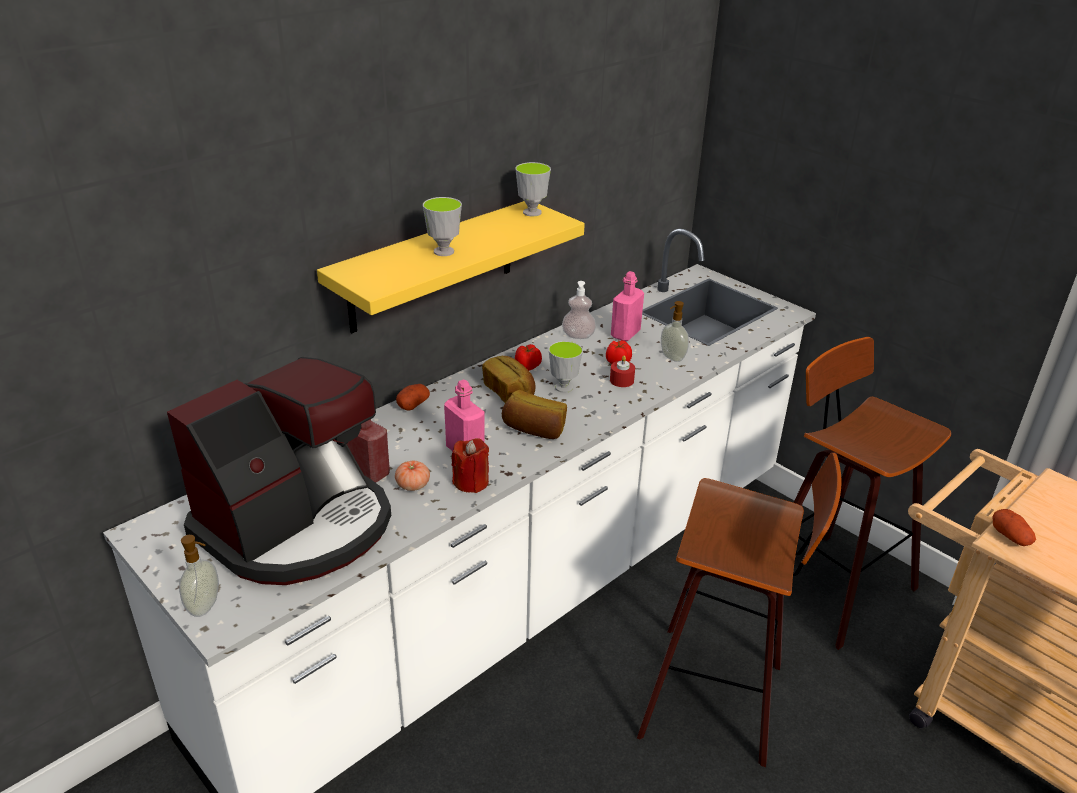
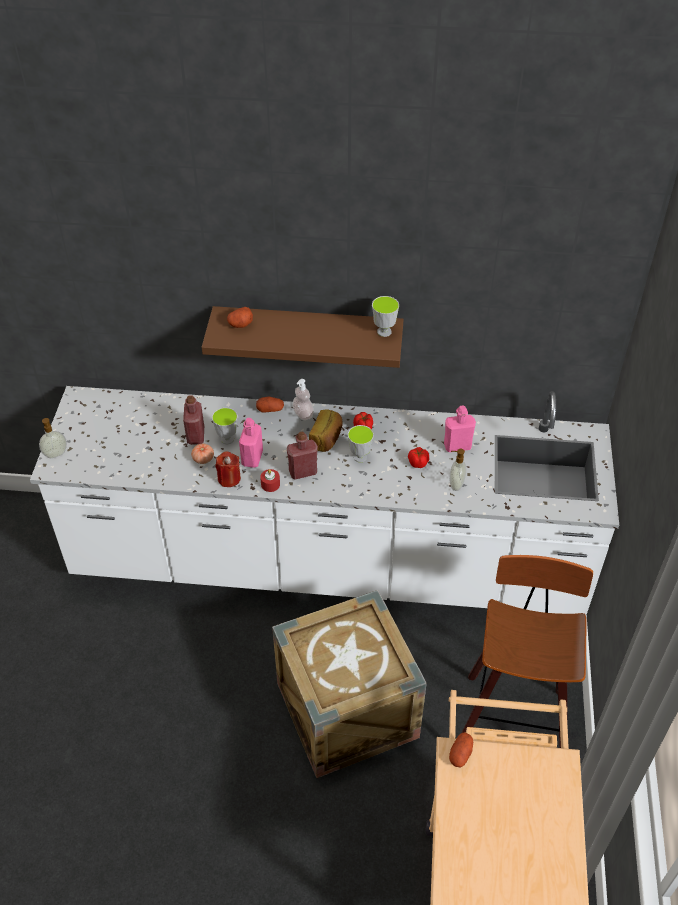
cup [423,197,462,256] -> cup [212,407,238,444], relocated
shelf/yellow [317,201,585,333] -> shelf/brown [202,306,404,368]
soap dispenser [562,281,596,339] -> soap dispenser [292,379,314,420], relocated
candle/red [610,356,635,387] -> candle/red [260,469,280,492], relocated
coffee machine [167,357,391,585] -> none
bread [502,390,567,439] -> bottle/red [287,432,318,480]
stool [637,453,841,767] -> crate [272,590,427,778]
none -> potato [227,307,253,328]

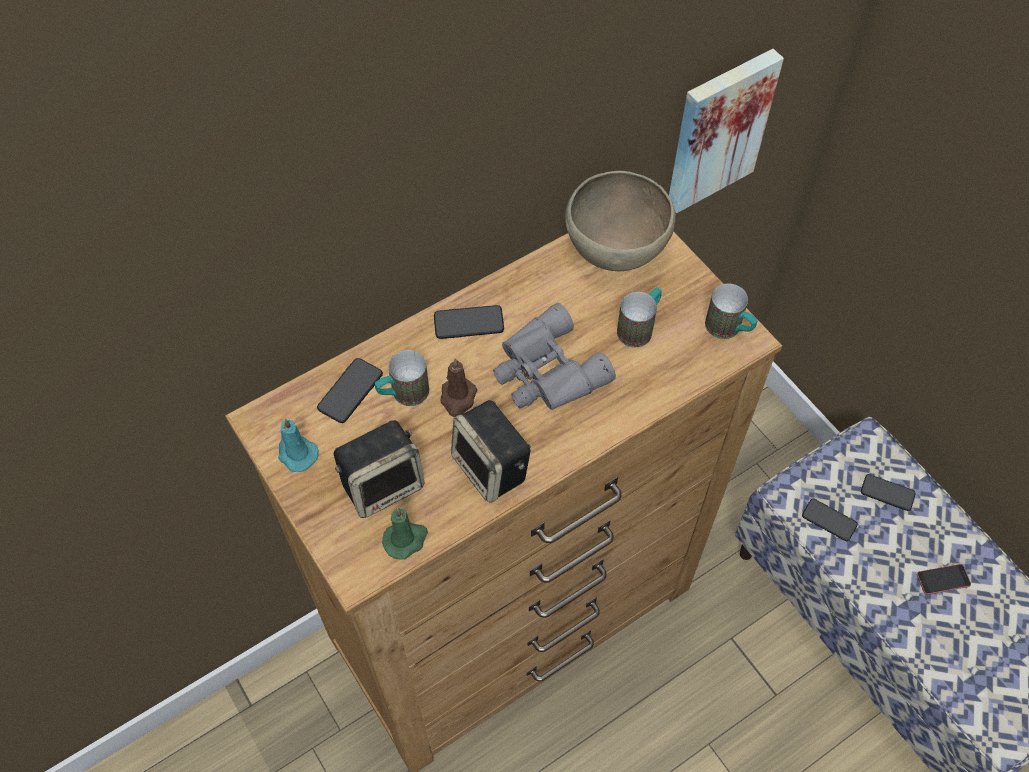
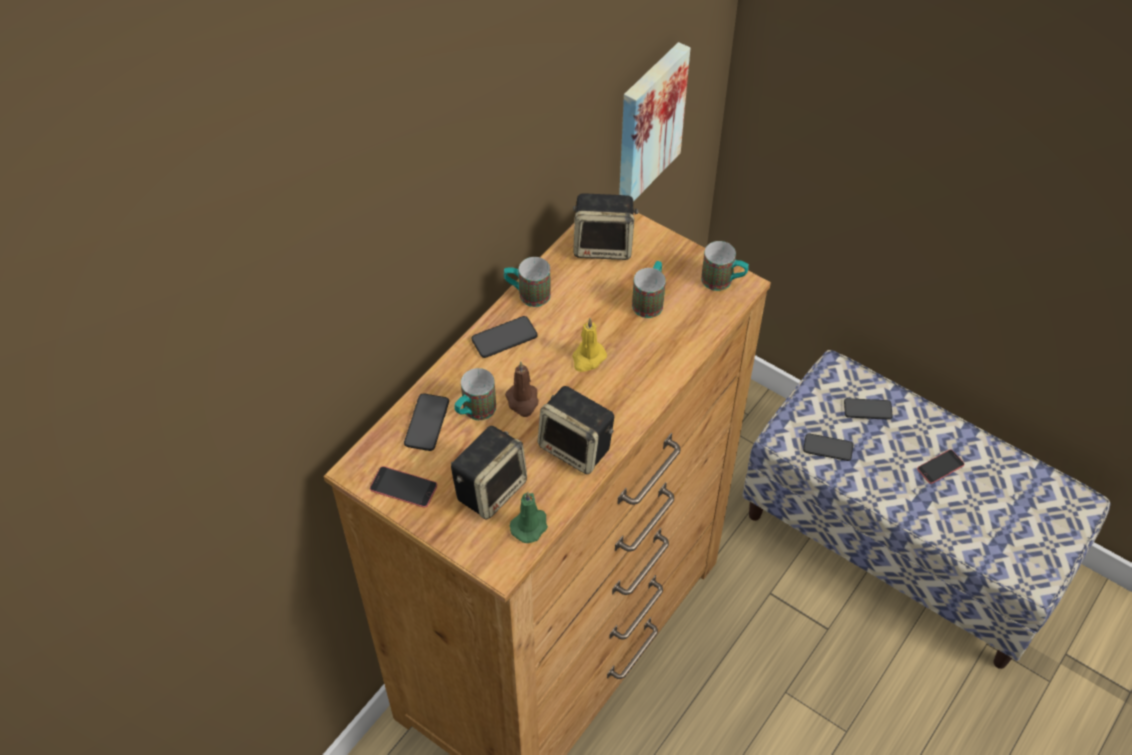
bowl/brown [565,171,676,271] -> speaker [573,193,639,260]
binoculars/grey [493,303,616,410] -> candle/yellow [572,318,607,372]
candle/turquoise [278,418,319,472] -> phone [370,466,437,508]
none -> mug [504,257,551,307]

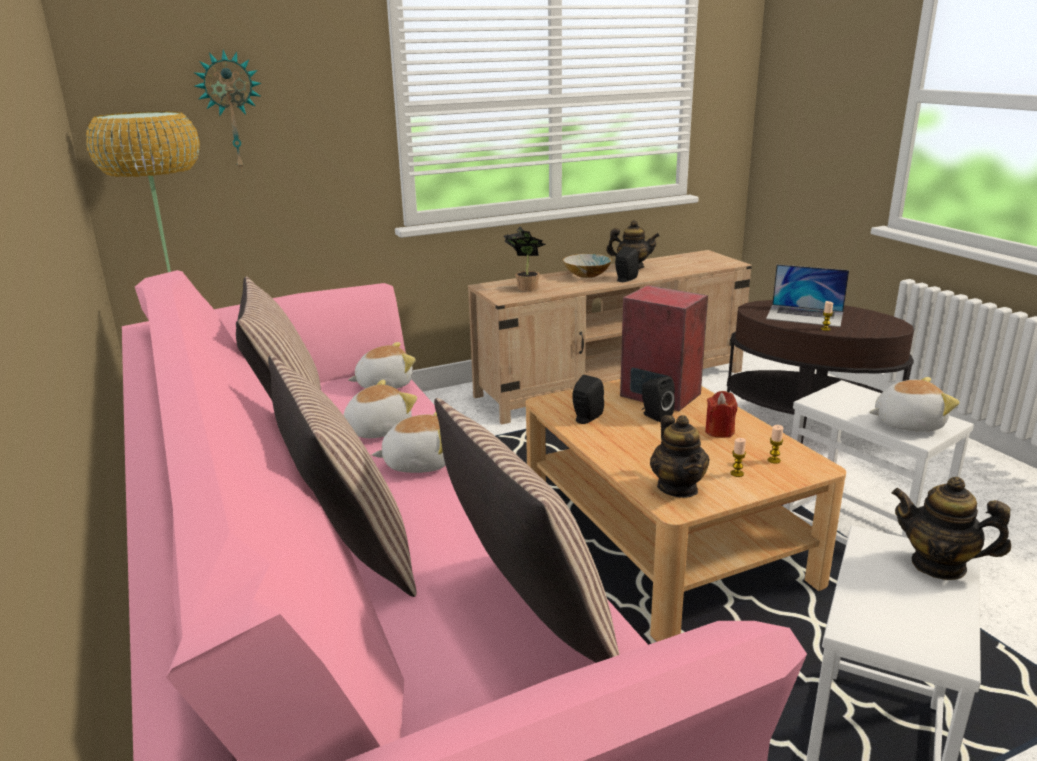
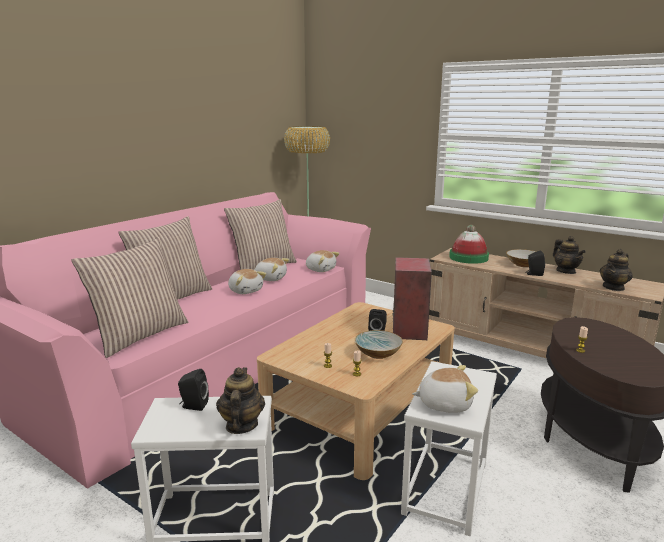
wall clock [194,49,262,172] -> none
potted plant [503,227,546,291] -> hat [449,225,489,264]
laptop [766,264,849,327] -> none
speaker/black [572,375,604,424] -> speaker/black [178,369,209,411], relocated
plush toy [869,377,960,431] -> plush toy [412,365,478,413], 60 degrees counterclockwise
candle/red [705,391,737,438] -> bowl [355,330,403,359]
teapot [650,415,710,498] -> teapot [600,249,633,291], relocated

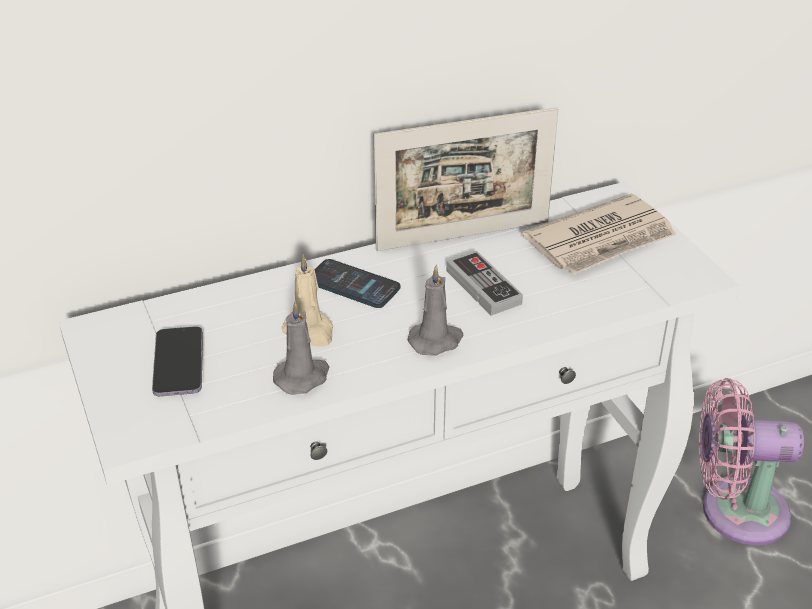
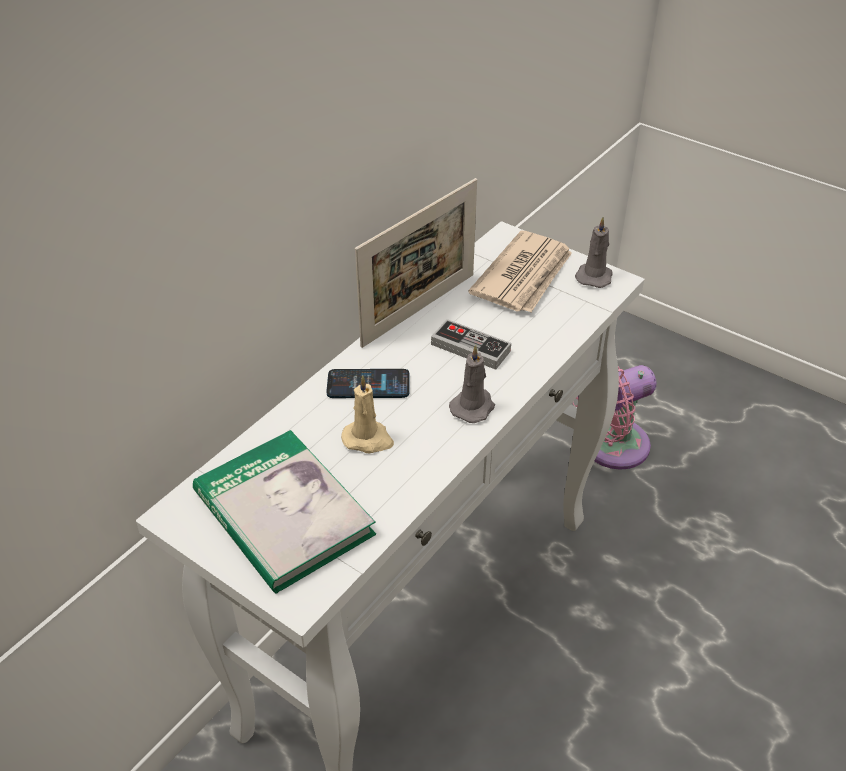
candle/grey [273,300,329,395] -> candle/grey [575,217,612,288], relocated
phone [152,326,203,396] -> book [193,430,376,594]

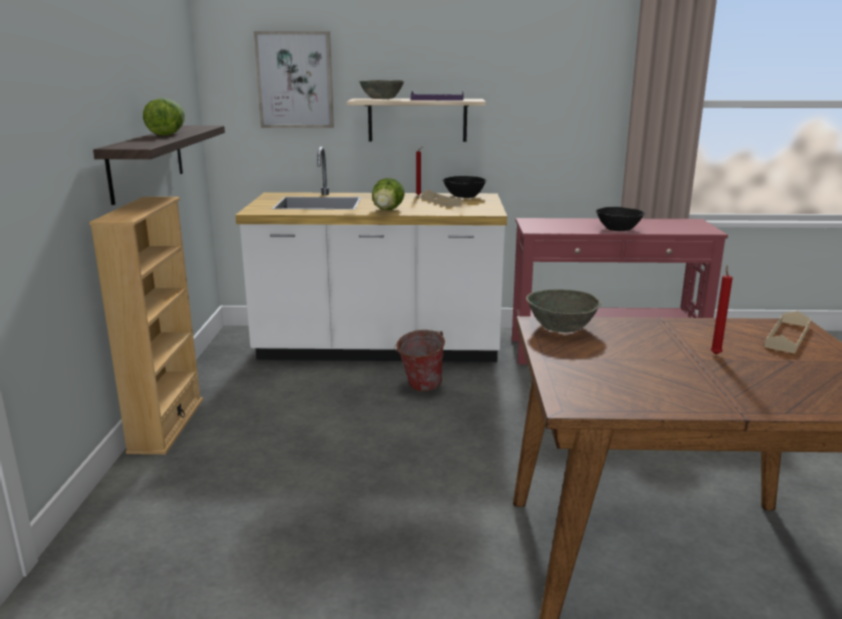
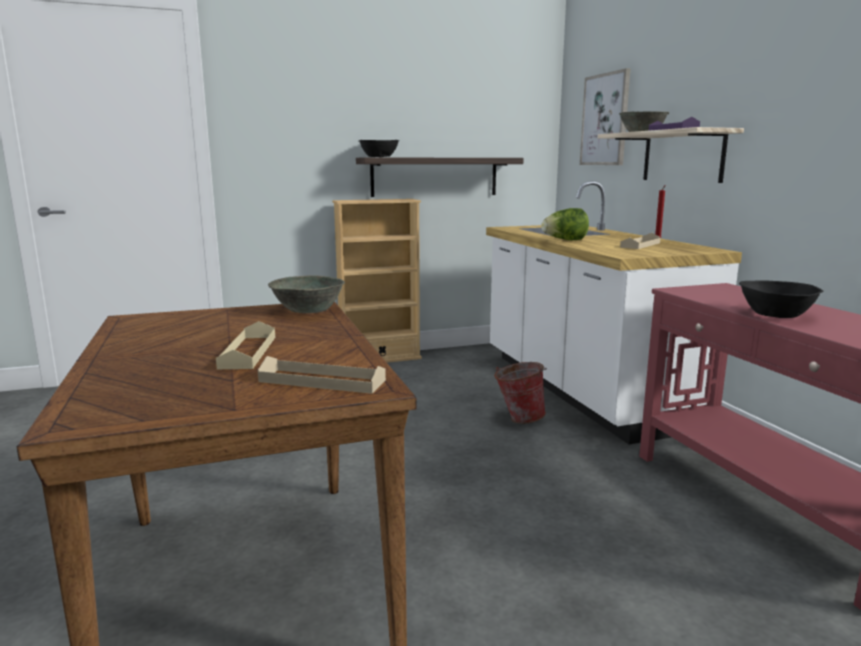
lettuce [143,98,185,135] -> none
bowl/black [442,176,487,198] -> bowl/black [359,140,400,157], relocated
candle/red [710,265,733,355] -> tray/beige [216,321,275,369]

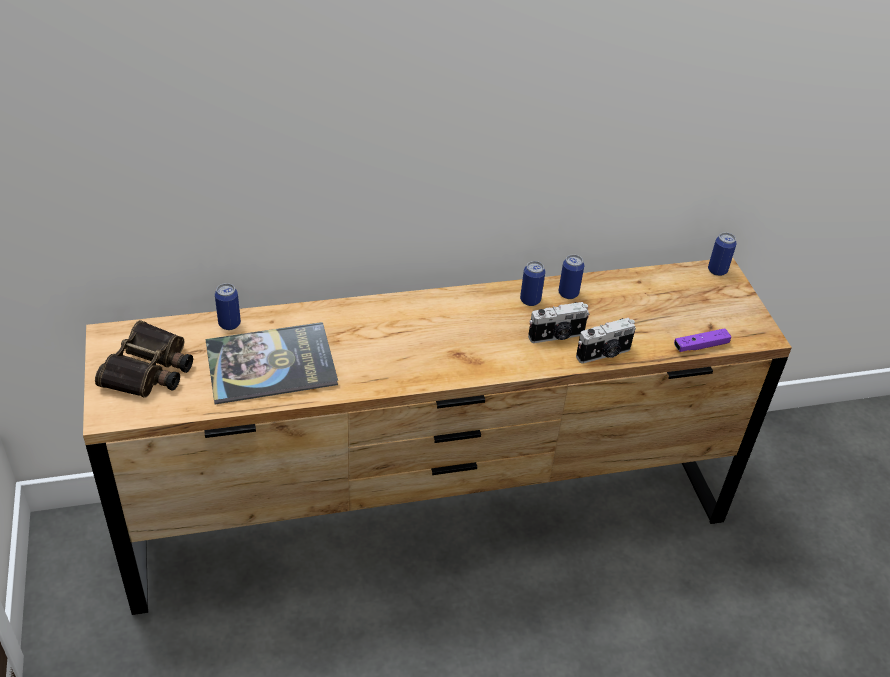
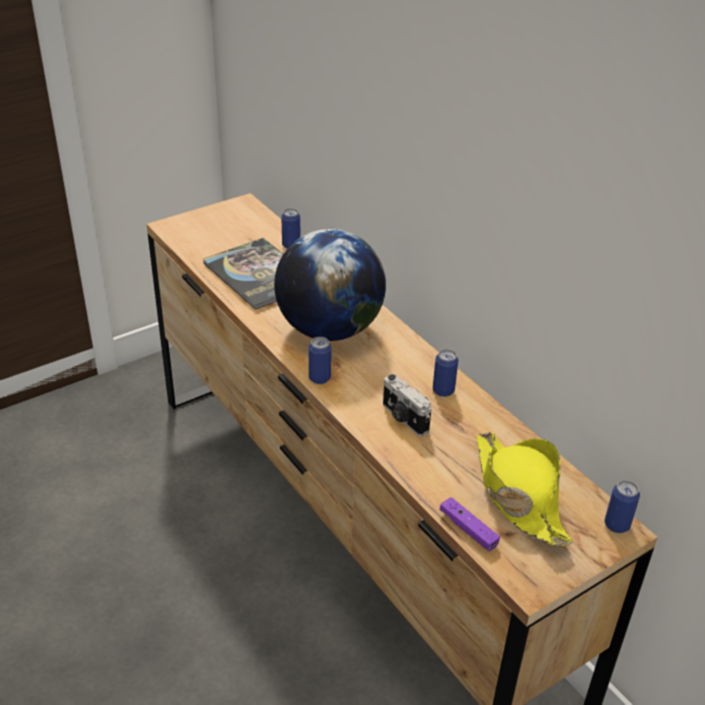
can [558,254,584,299] -> can [309,337,331,384], relocated
photo camera [576,318,636,363] -> none
binoculars [95,320,193,398] -> none
none -> globe [274,229,386,341]
none -> hat/yellow [477,432,573,547]

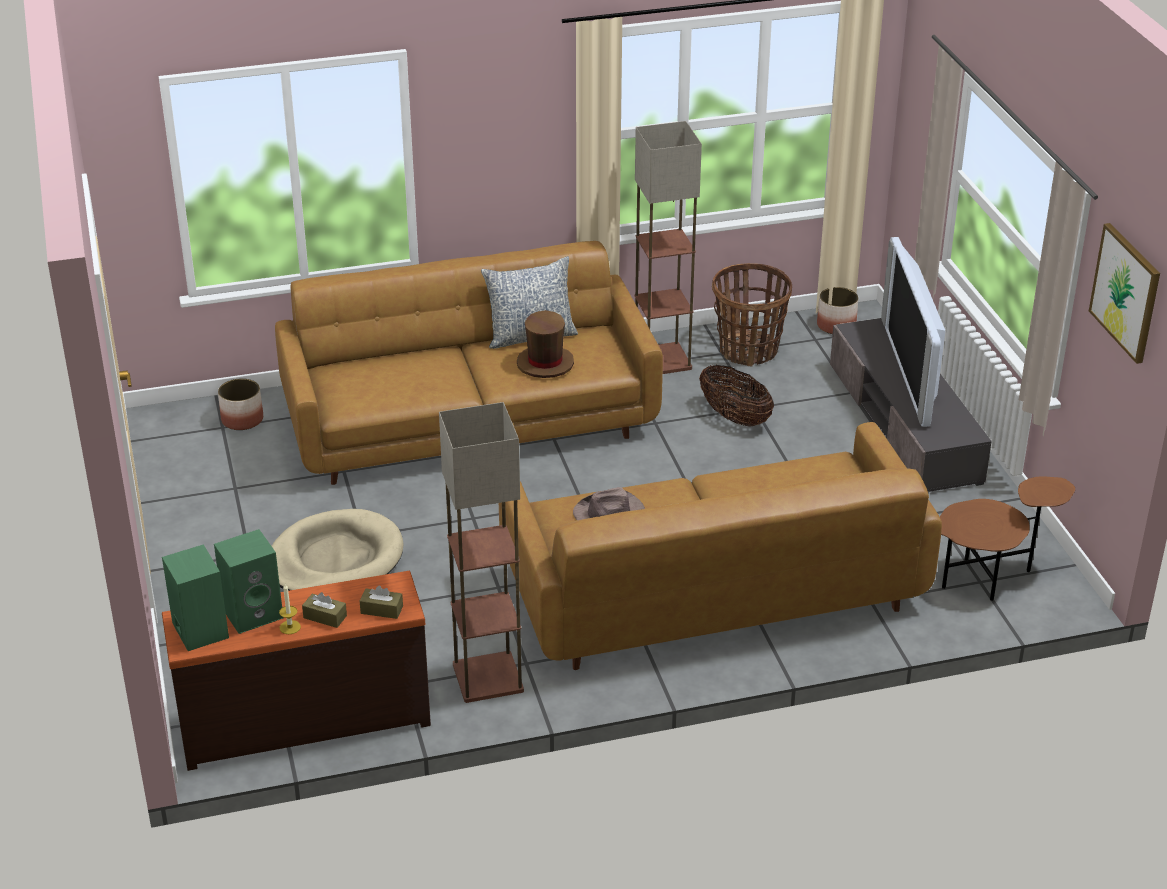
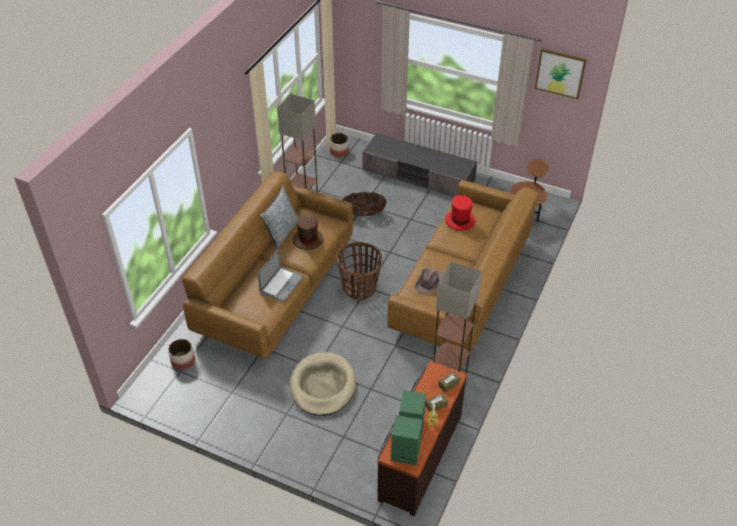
television [881,237,946,427] -> none
basket [712,263,792,366] -> basket [337,242,382,300], relocated
none -> hat/red [445,195,475,230]
none -> laptop [257,248,304,302]

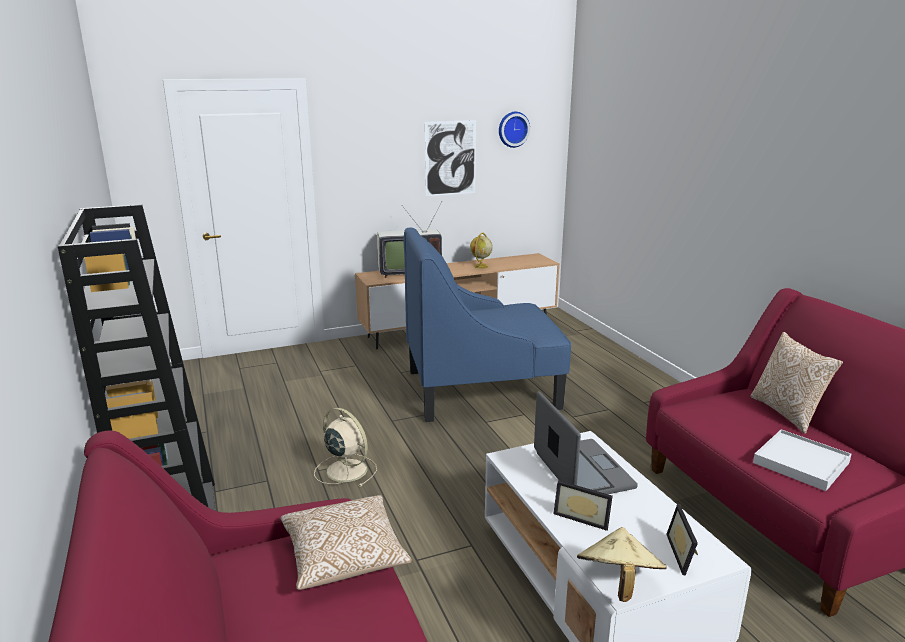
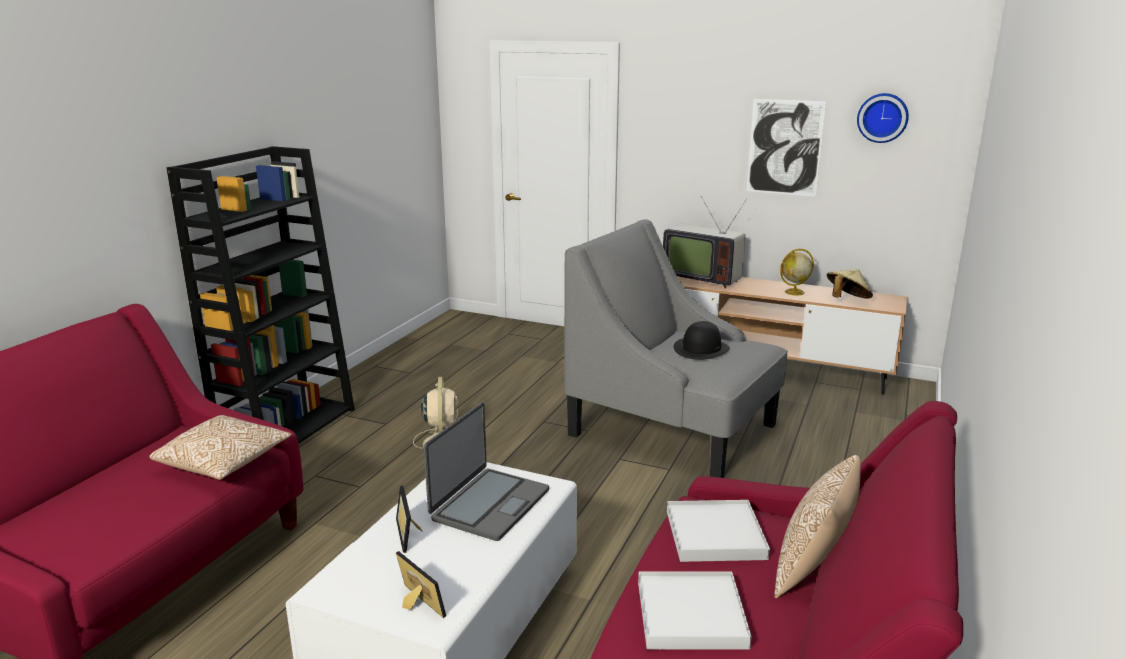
armchair/blue [403,227,571,422] -> armchair/grey [564,219,787,478]
picture frame [666,504,698,576] -> picture frame [396,551,446,618], 90 degrees clockwise
hat/beige [577,527,667,602] -> hat/beige [827,269,873,299], relocated
none -> hat/black [674,321,730,360]
none -> tray/white [667,500,770,562]

